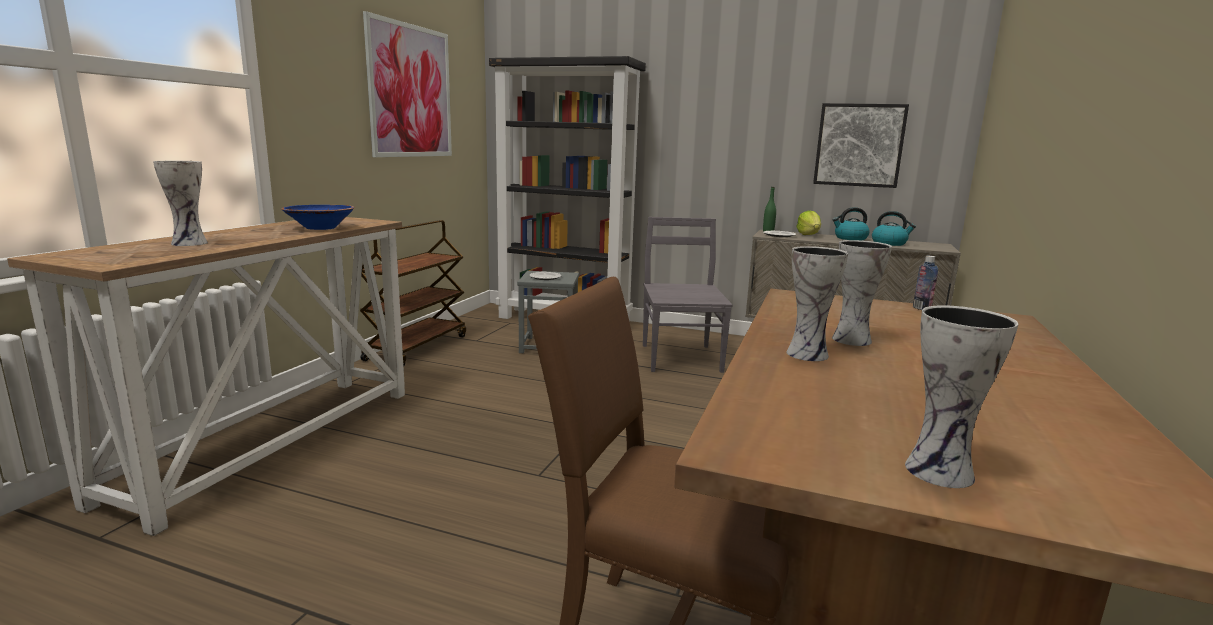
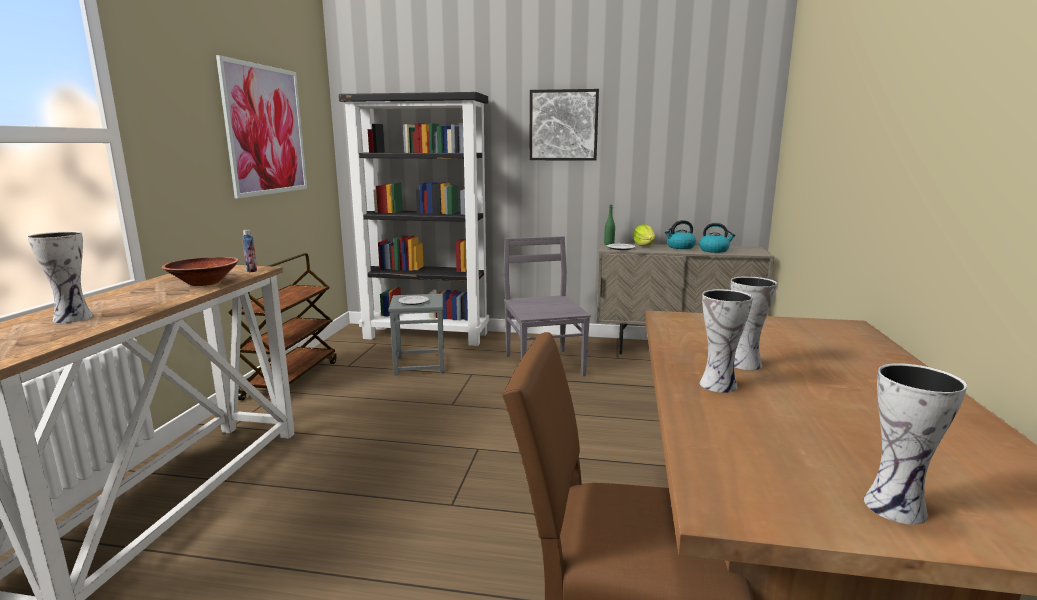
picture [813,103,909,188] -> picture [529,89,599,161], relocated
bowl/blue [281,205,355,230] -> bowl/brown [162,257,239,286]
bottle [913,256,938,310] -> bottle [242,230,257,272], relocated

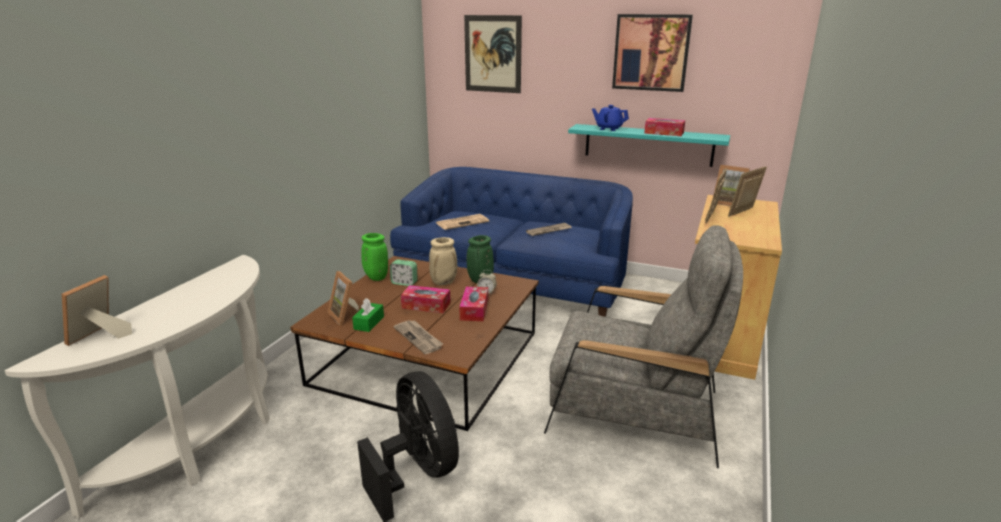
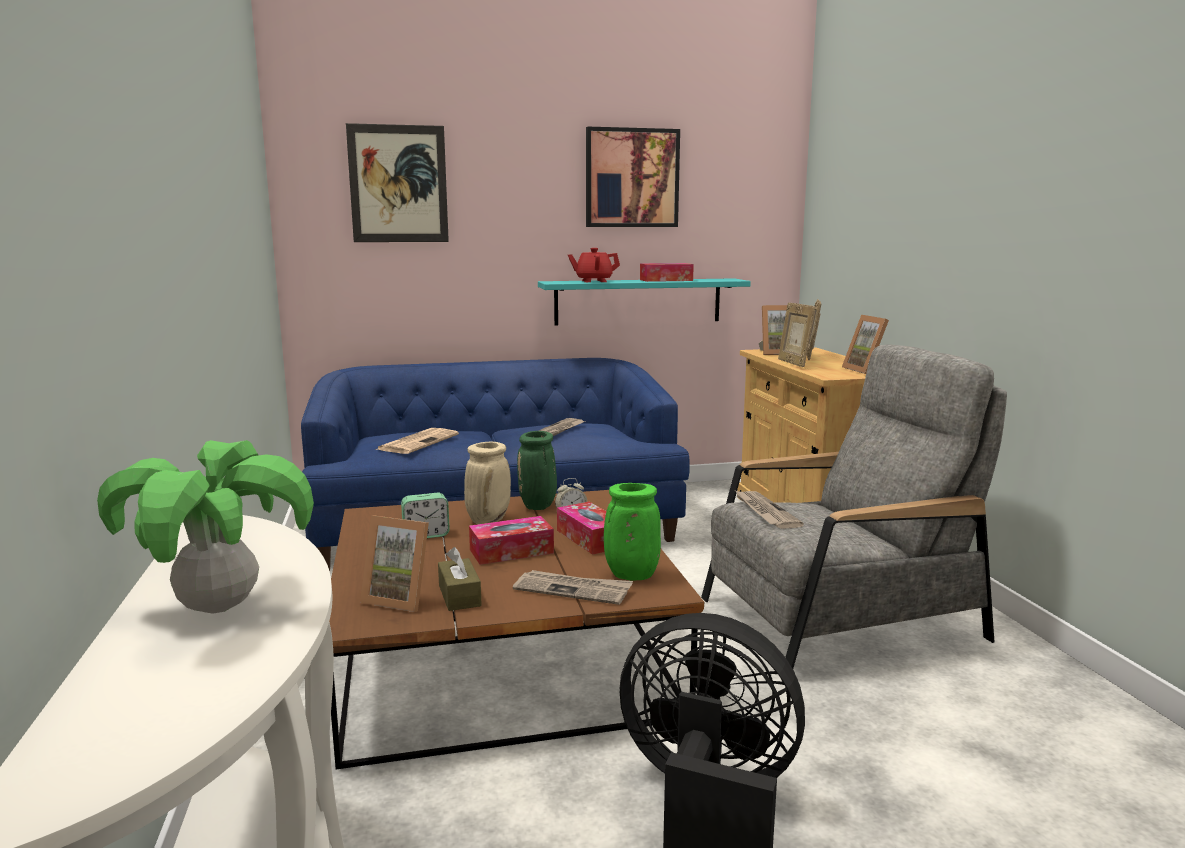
teapot/blue [592,105,629,131] -> teapot/red [568,248,620,282]
vase/green [361,233,388,281] -> vase/green [604,483,661,581], relocated
picture frame [62,275,132,346] -> picture frame [842,315,889,374], relocated
tissue box/green [352,298,384,332] -> tissue box/brown [438,547,482,611]
none -> potted plant [97,440,314,614]
none -> newspaper [736,491,804,529]

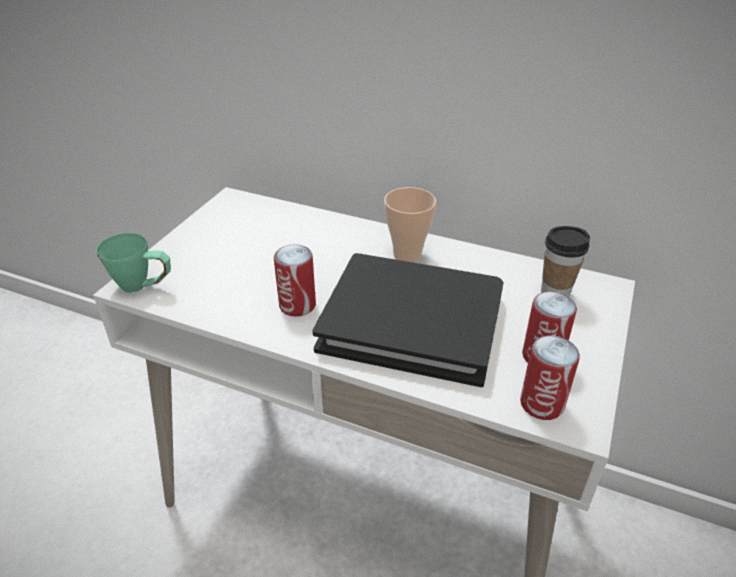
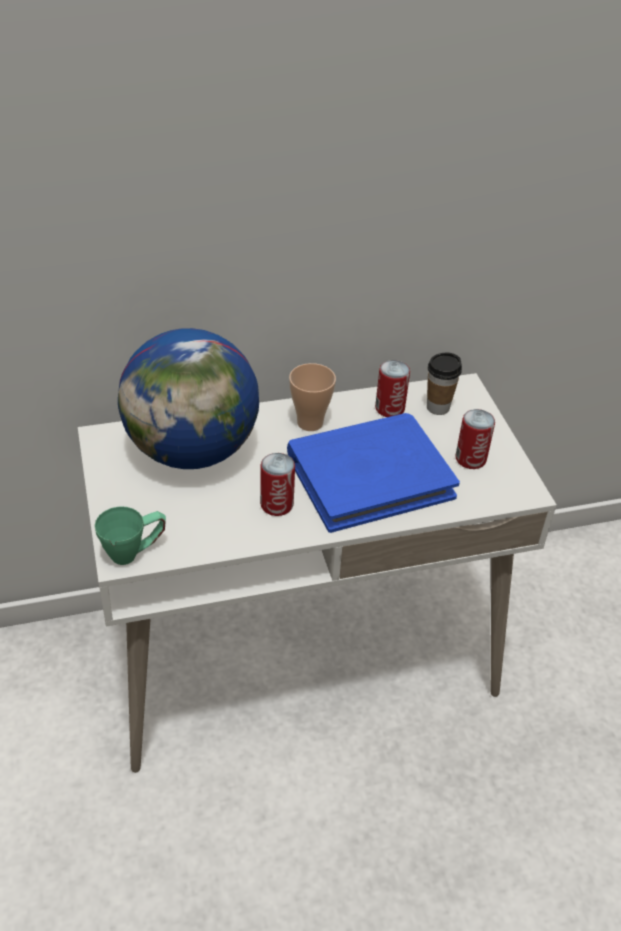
book/black [312,253,504,387] -> book/blue [287,413,460,533]
can [520,336,580,420] -> can [375,360,410,417], relocated
none -> globe [118,328,259,469]

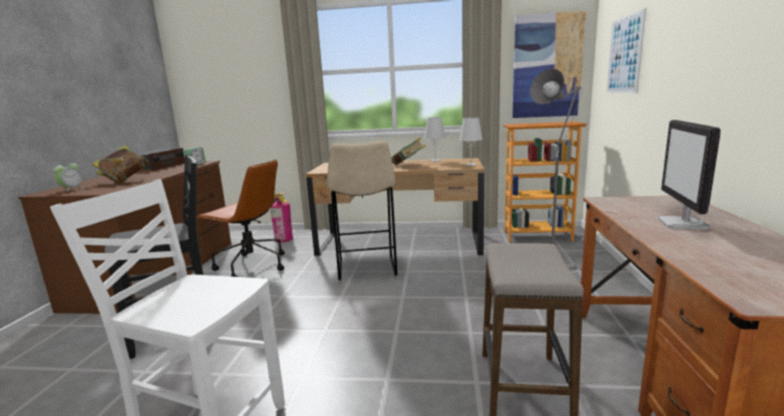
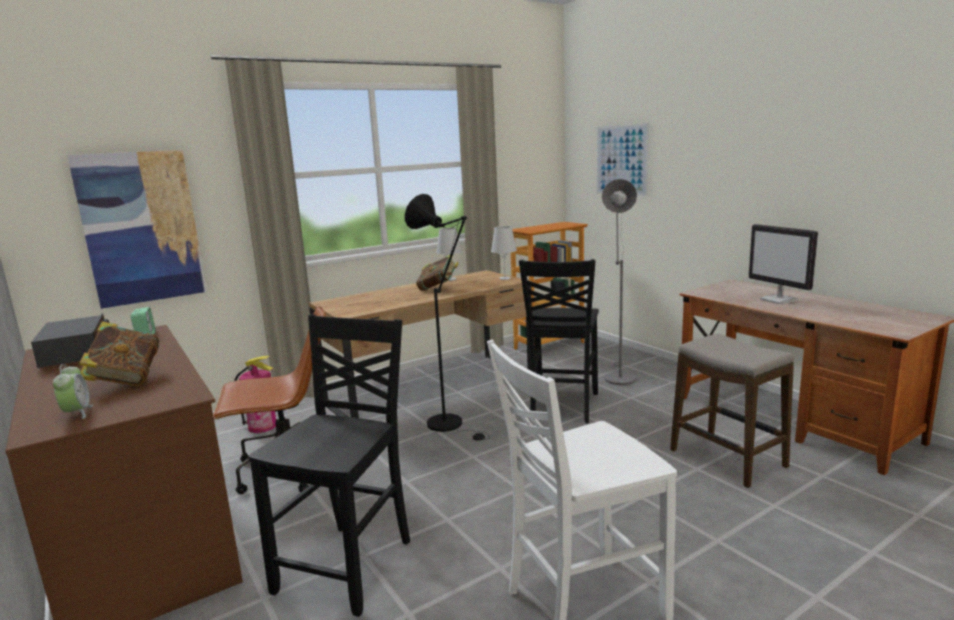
picture [512,11,586,118] -> picture [67,150,207,309], relocated
stool/beige [327,141,398,284] -> floor lamp/black [405,194,489,440]
none -> chair/black [519,259,599,423]

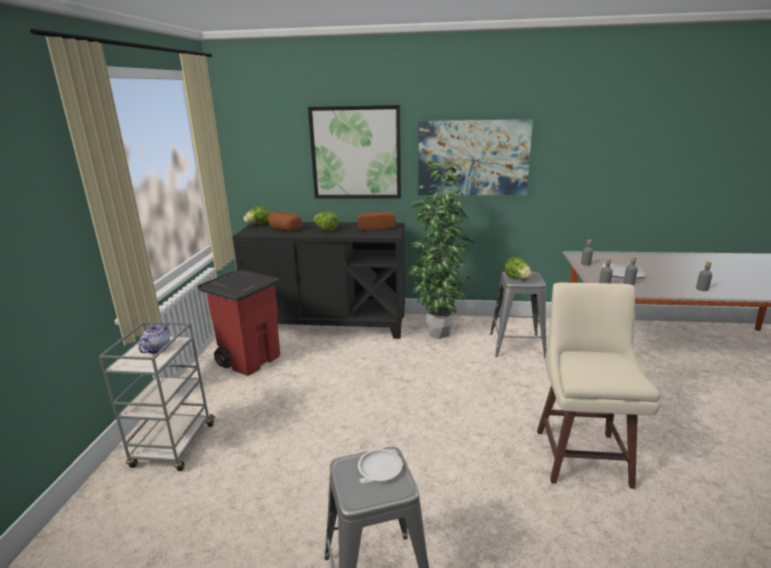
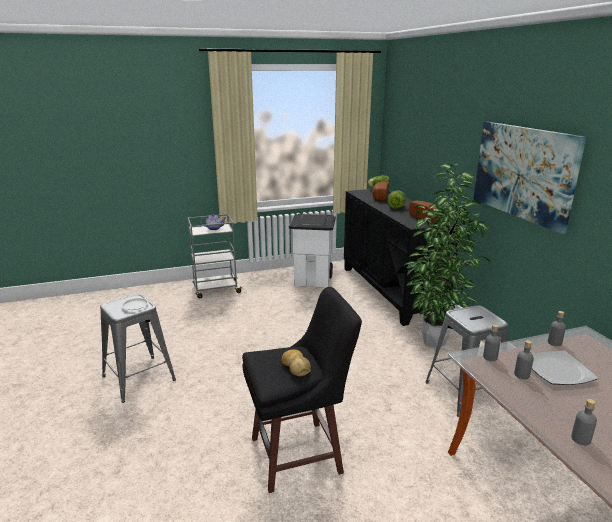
picture [308,105,401,199] -> none
lettuce [504,257,532,279] -> none
trash can/red [197,270,280,376] -> trash can/white [289,214,336,288]
stool/beige [537,283,660,489] -> stool/black [242,287,362,493]
none -> bread [282,349,311,377]

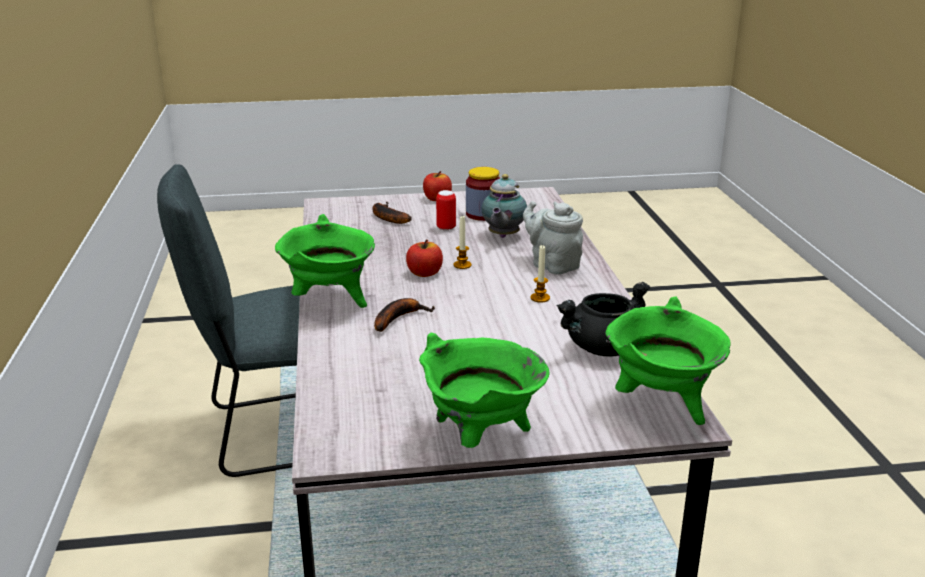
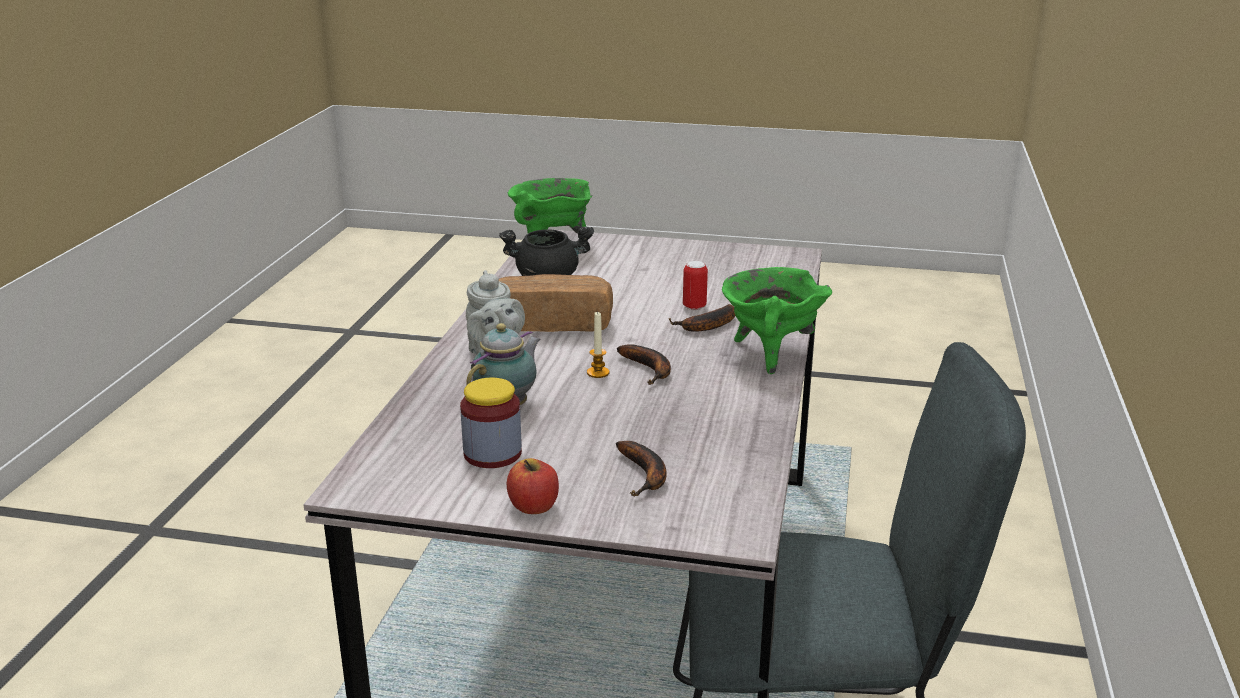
can [436,190,456,231] -> can [683,261,708,310], relocated
apple [406,239,443,277] -> banana [617,344,671,385]
candle [530,244,550,303] -> bread [499,274,613,332]
cooking pot/green [419,333,549,448] -> none

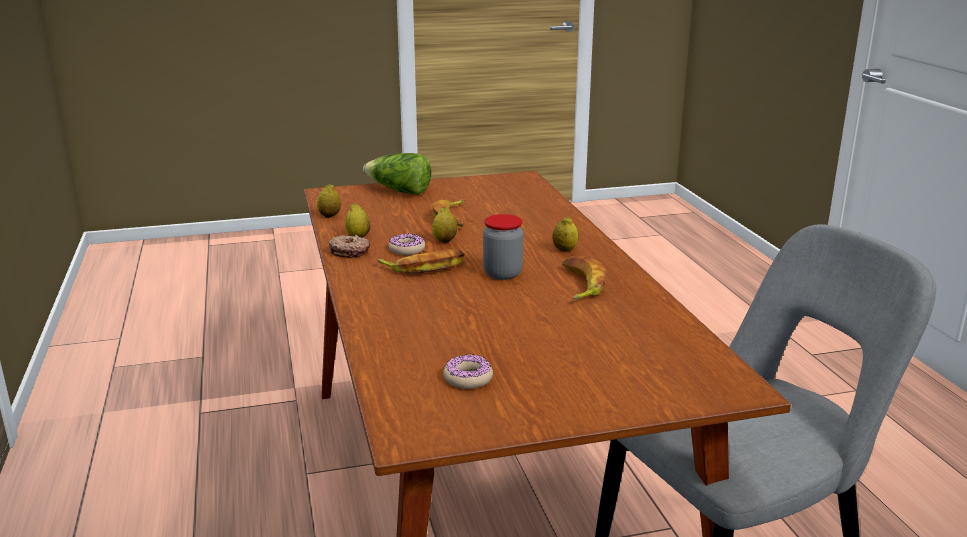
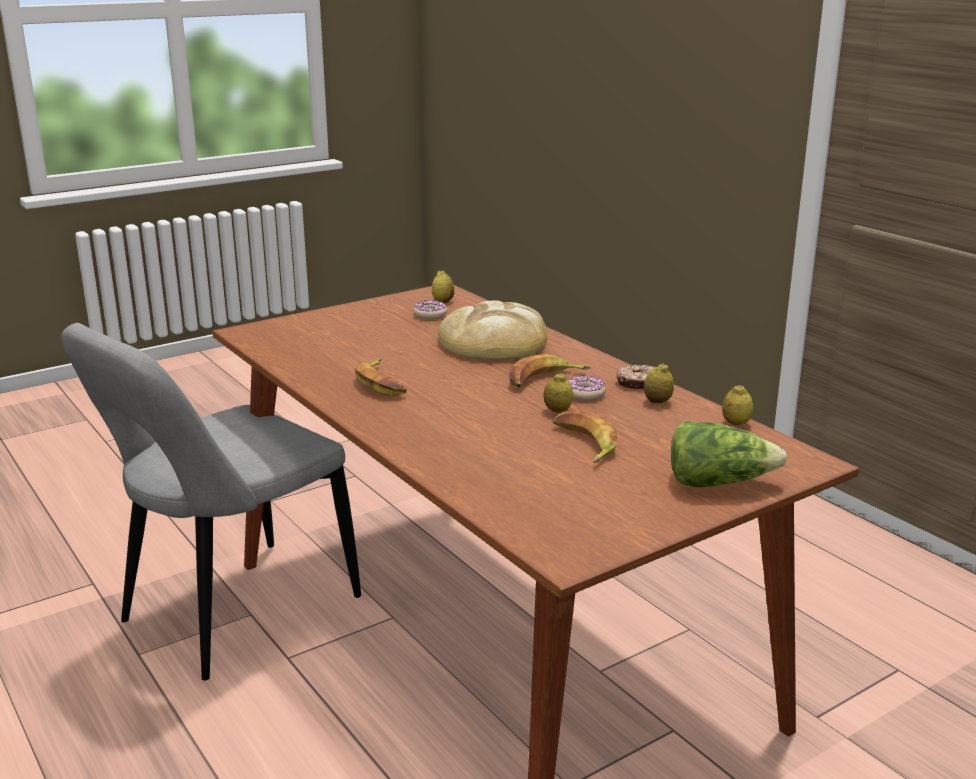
jar [483,214,524,280] -> none
lemon [552,216,578,251] -> lemon [432,270,454,303], relocated
none -> bread [438,300,547,360]

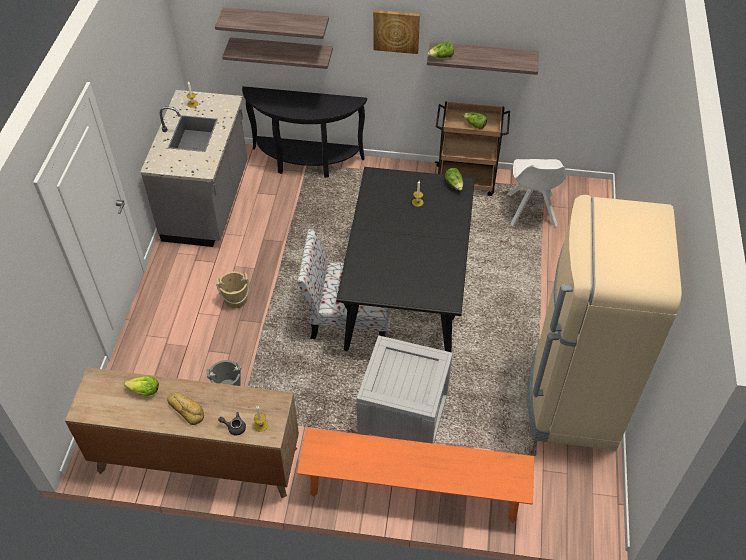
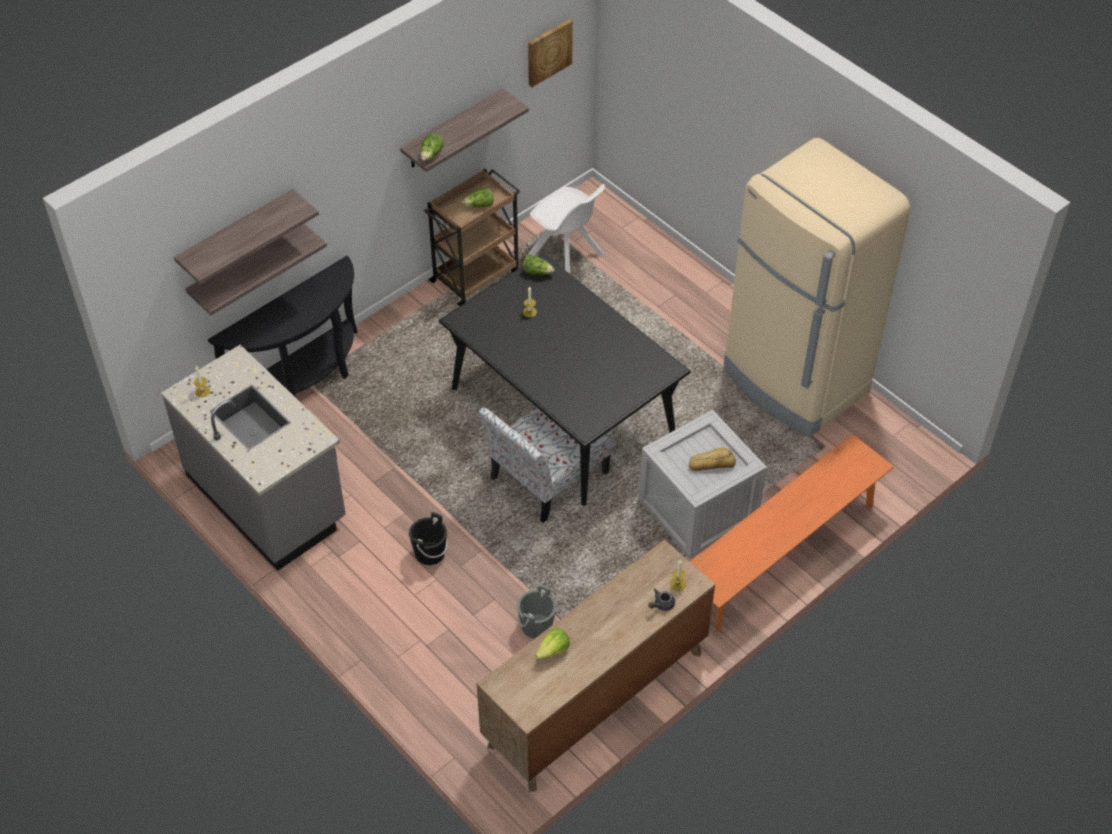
picture [373,10,420,54] -> picture [528,19,573,87], relocated
bucket/beige [216,271,249,308] -> bucket/black [409,512,448,565]
bread [167,392,204,425] -> bread [689,448,736,471], relocated

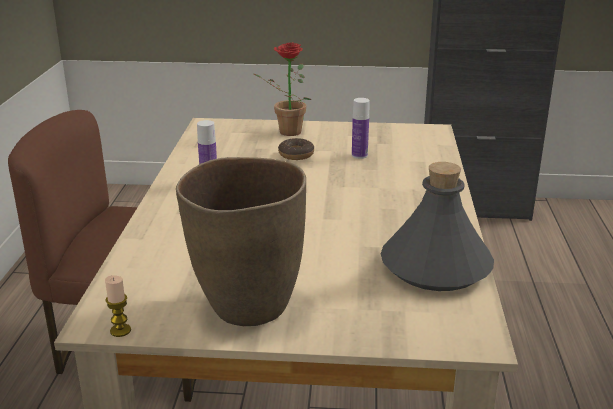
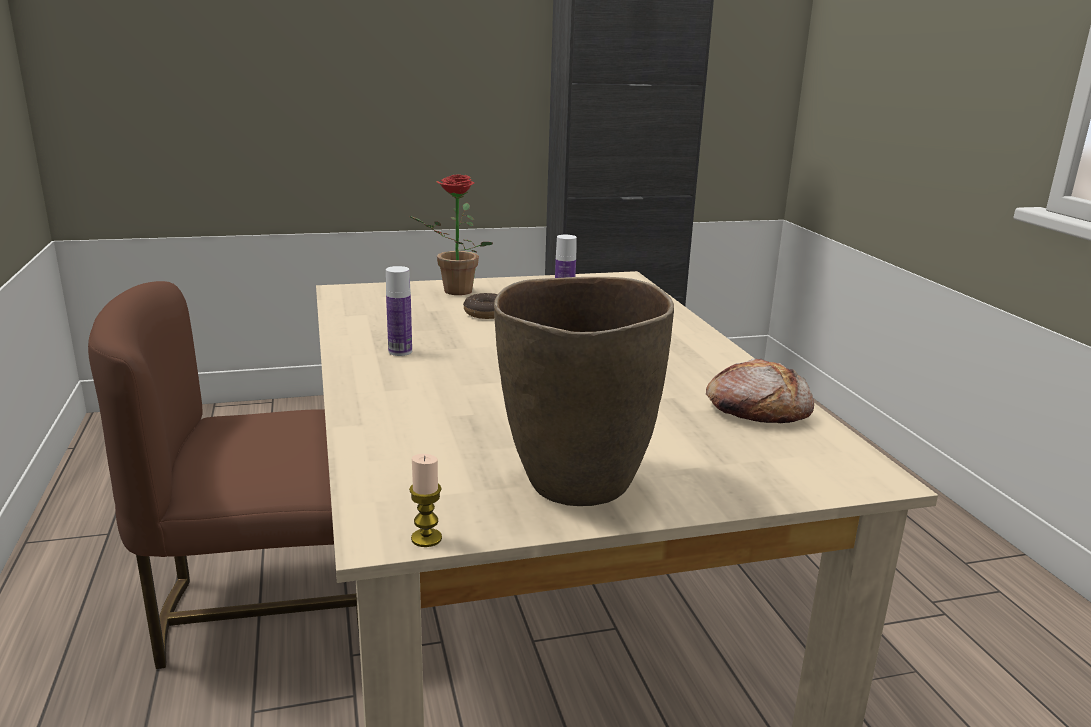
bottle/grey [381,162,494,291] -> bread [706,359,814,423]

